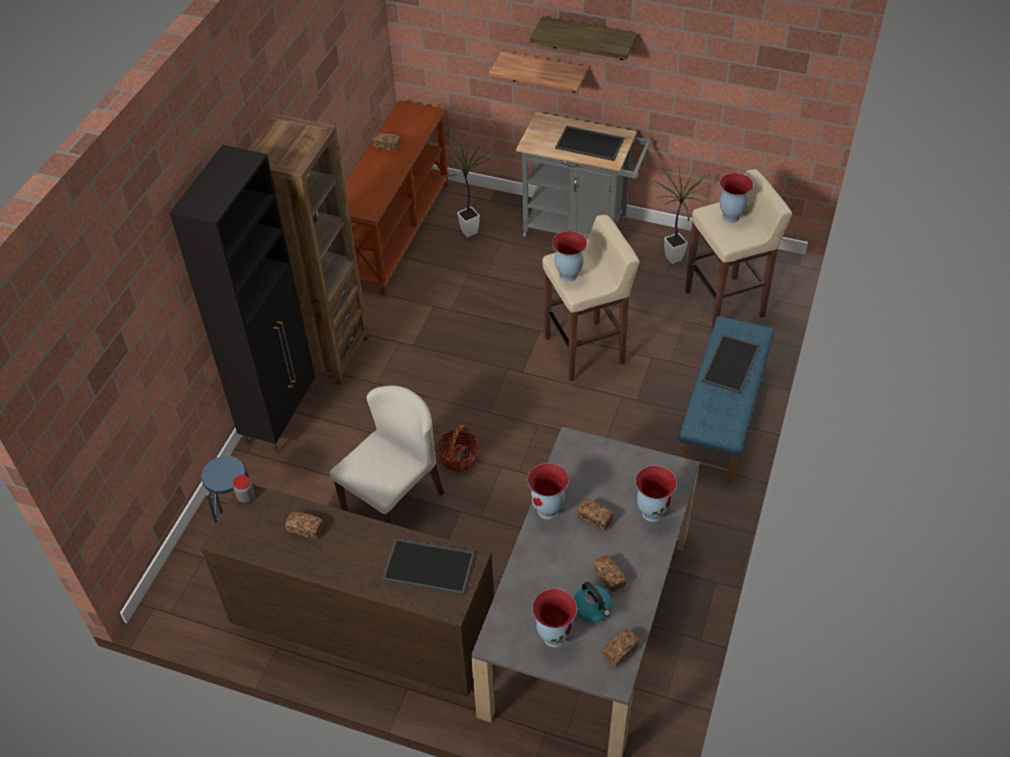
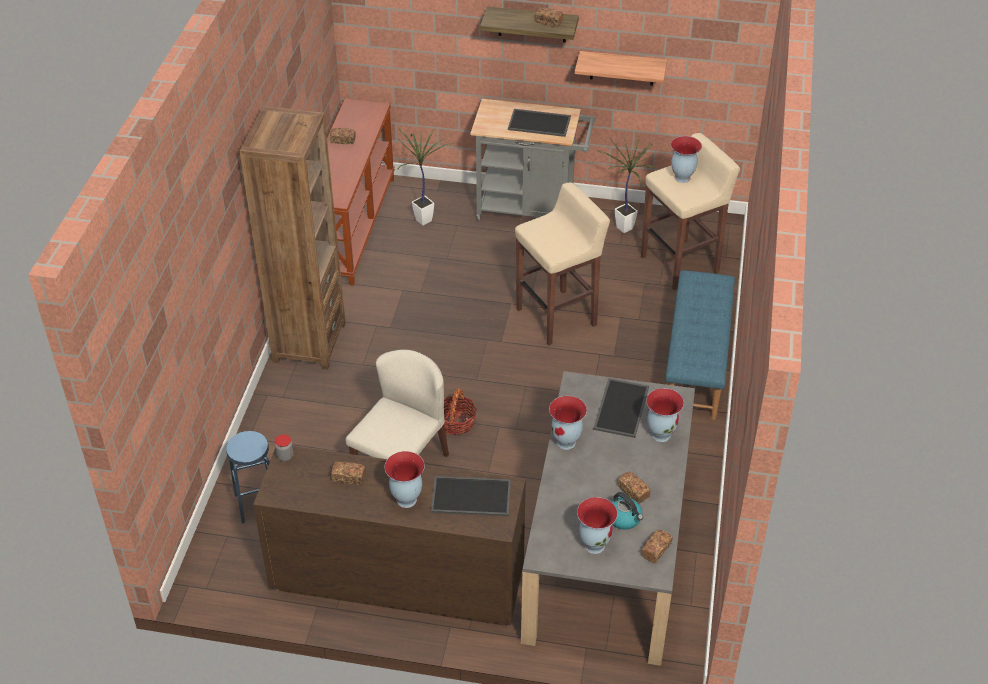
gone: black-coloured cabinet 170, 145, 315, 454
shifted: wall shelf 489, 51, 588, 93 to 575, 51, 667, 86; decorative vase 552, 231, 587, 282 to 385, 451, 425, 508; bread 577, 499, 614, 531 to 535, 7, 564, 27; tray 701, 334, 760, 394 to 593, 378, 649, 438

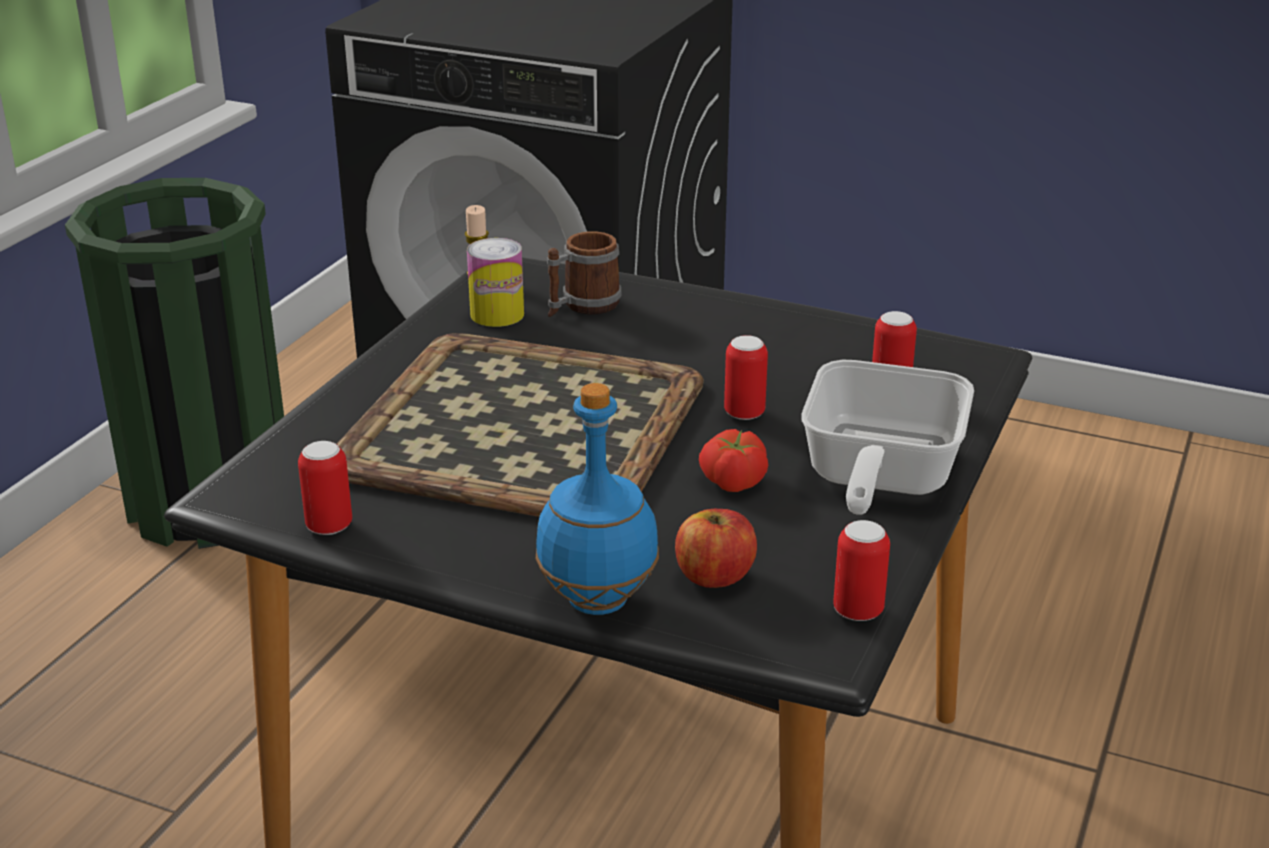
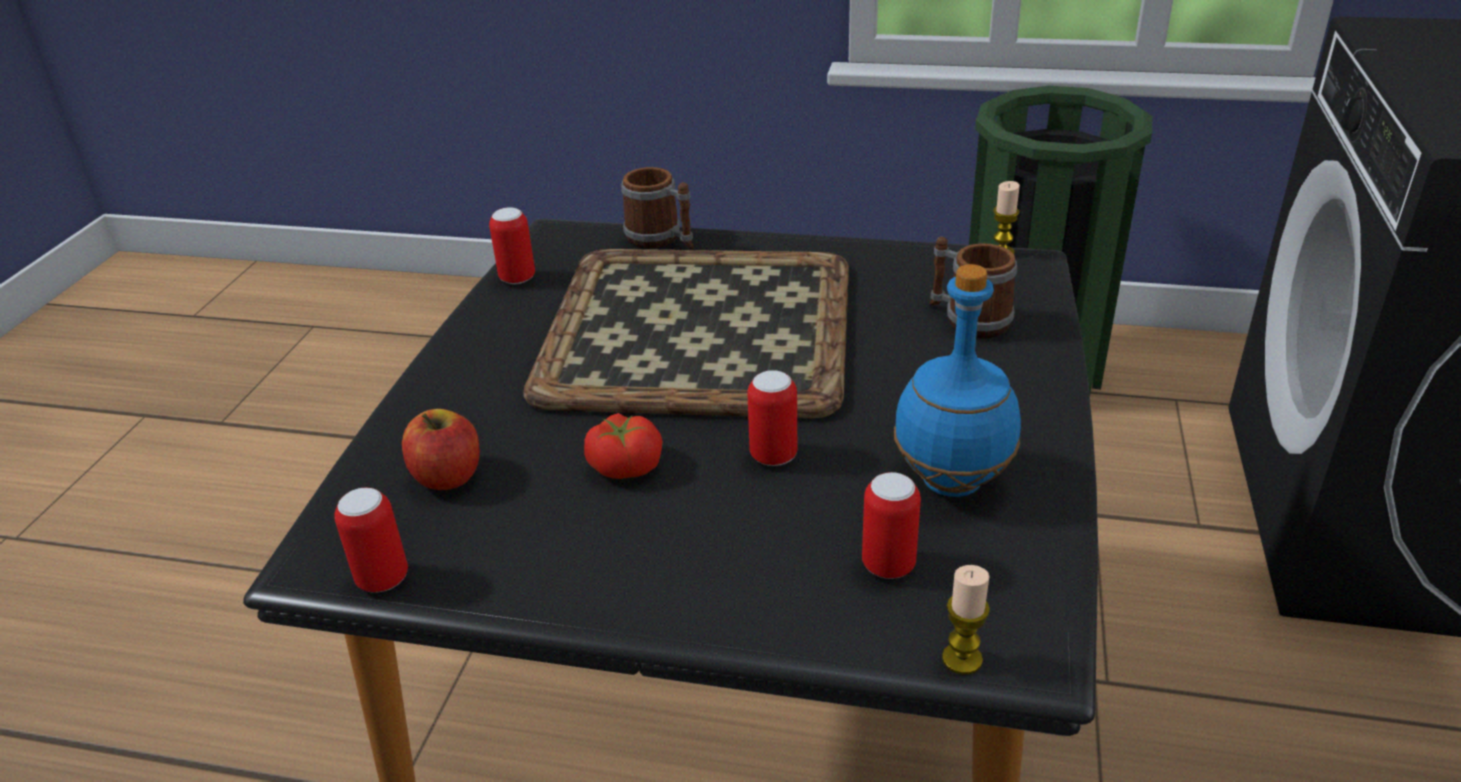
gone: can 467, 238, 524, 327; pan 801, 360, 974, 515
new: mug 621, 167, 694, 249; wax light 942, 565, 990, 675
shifted: bluish beverage bottle 535, 383, 659, 615 to 894, 264, 1021, 497

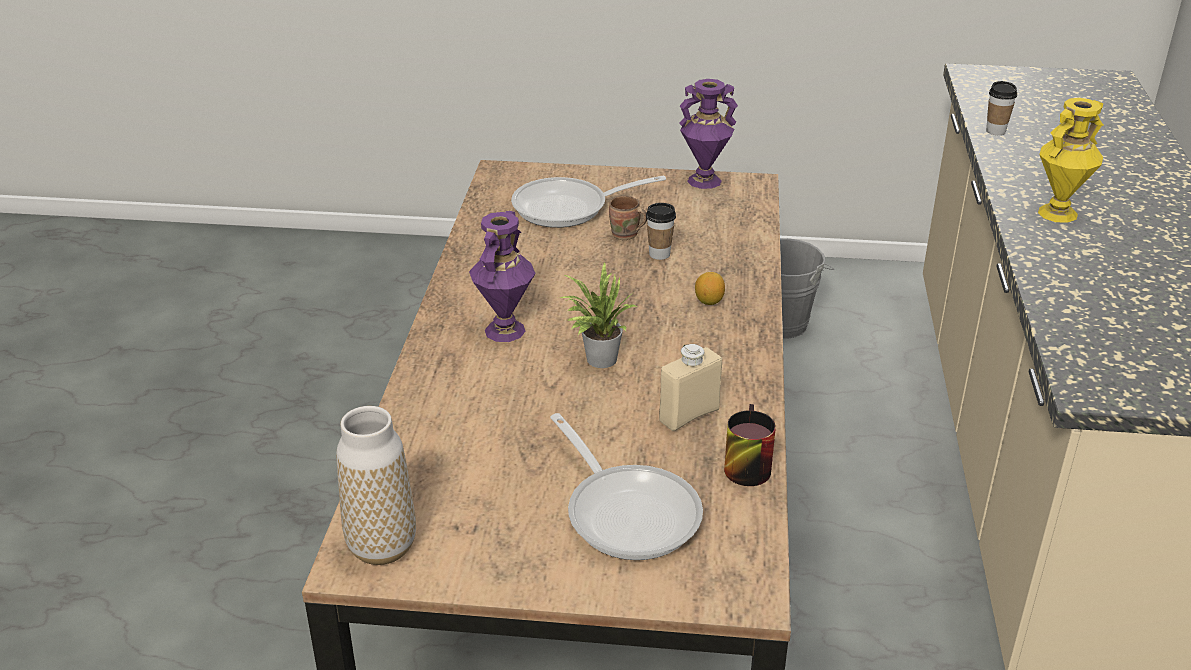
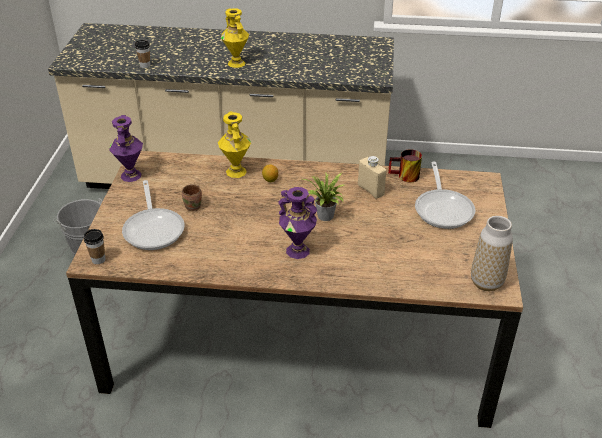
new: yellow-coloured decorative vase 218, 111, 251, 178
shifted: small cup 646, 203, 676, 260 to 84, 229, 106, 264
rotated: pan 550, 413, 703, 560 = 415, 162, 476, 229 120 degrees clockwise

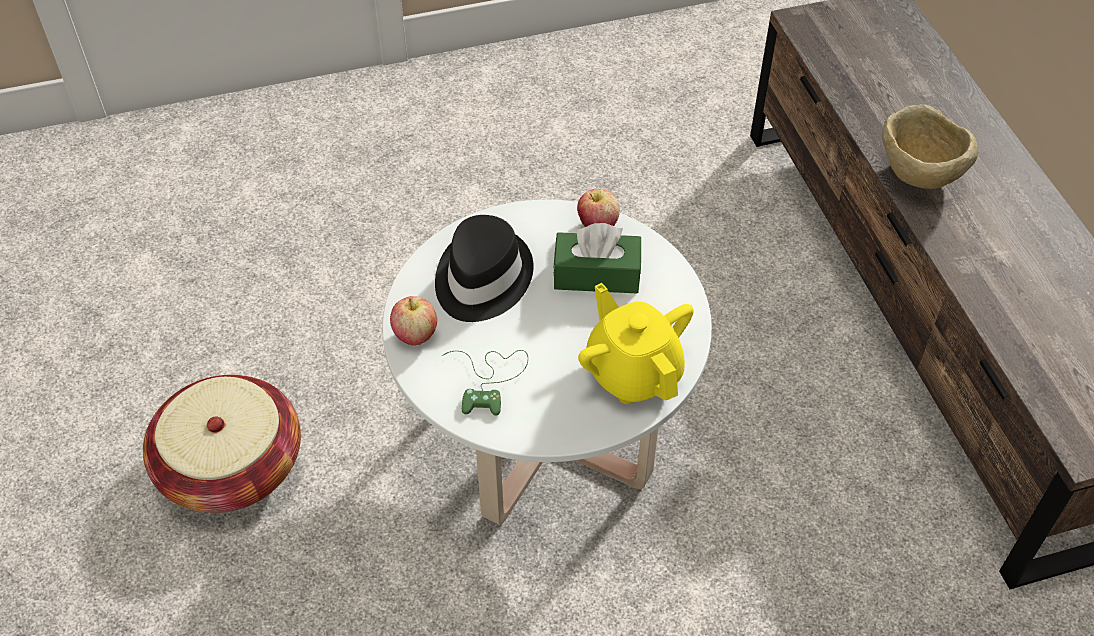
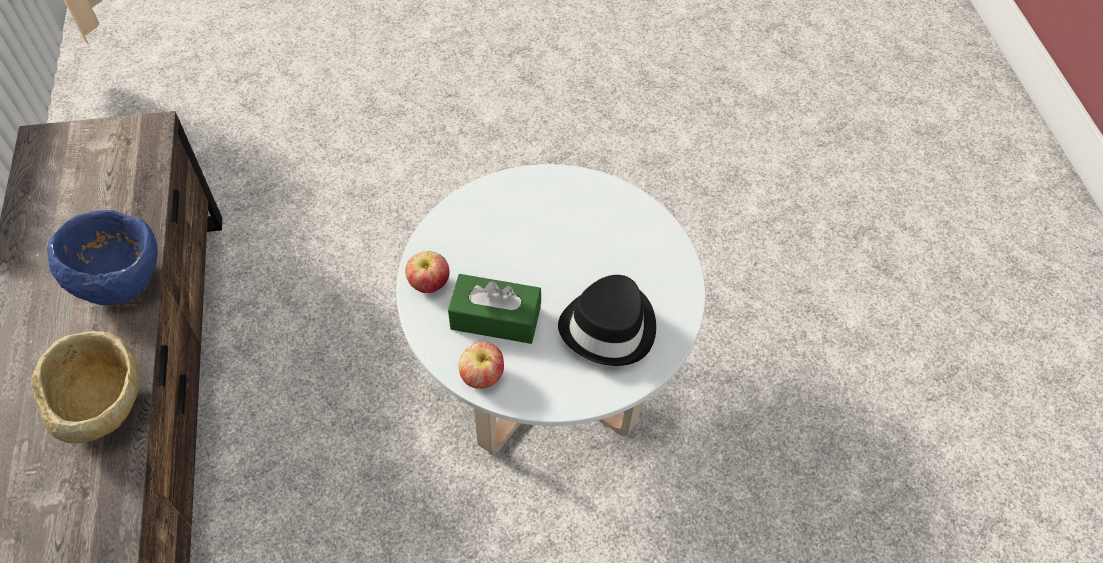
gone: household basket 143, 375, 301, 513; green-coloured game controller 442, 350, 528, 416; yellow-coloured tea pot 578, 283, 694, 404
new: bluish deep dish 47, 210, 158, 305
shifted: whole apple 390, 296, 437, 345 to 405, 251, 450, 293

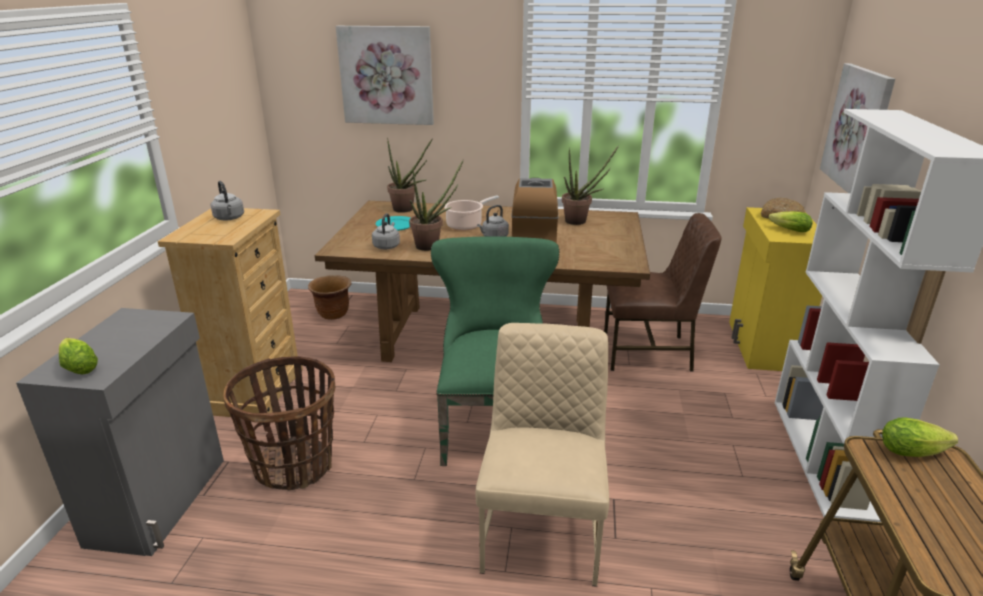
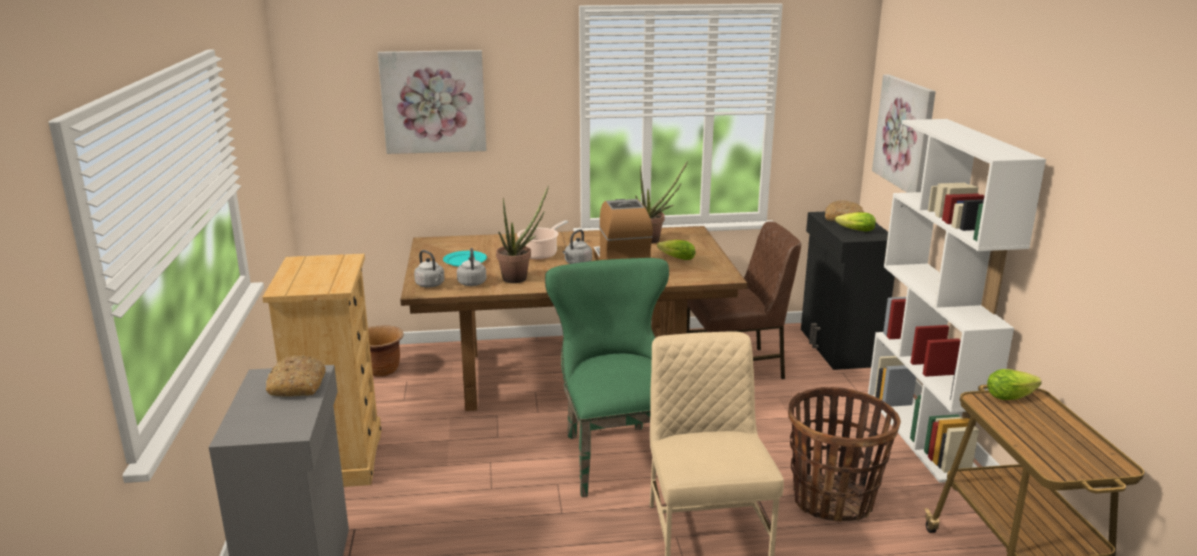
gone: potted plant 387, 138, 433, 213
new: bread 266, 355, 326, 397
shifted: head of lettuce 59, 338, 98, 374 to 657, 240, 696, 260; grey tea kettle 211, 181, 244, 220 to 414, 250, 445, 287; household basket 223, 356, 336, 491 to 788, 387, 901, 522
repainted: yellow-coloured cabinet 729, 207, 822, 371 to black-coloured cabinet 801, 212, 895, 370

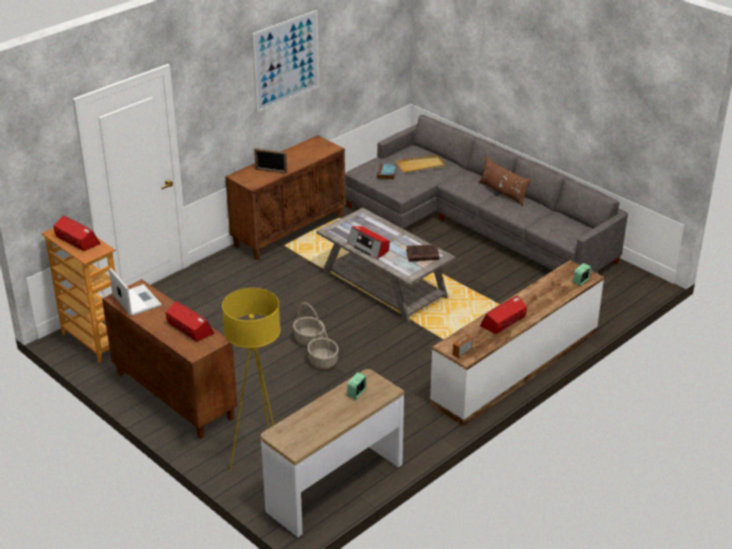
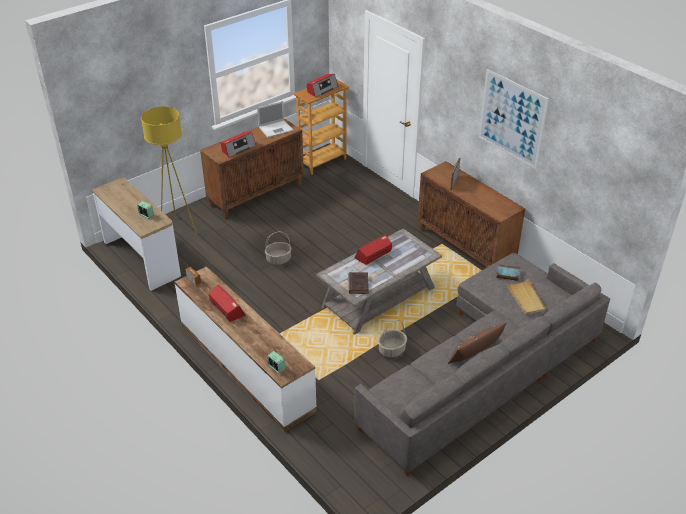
shifted: household basket 293, 302, 325, 347 to 378, 320, 407, 357

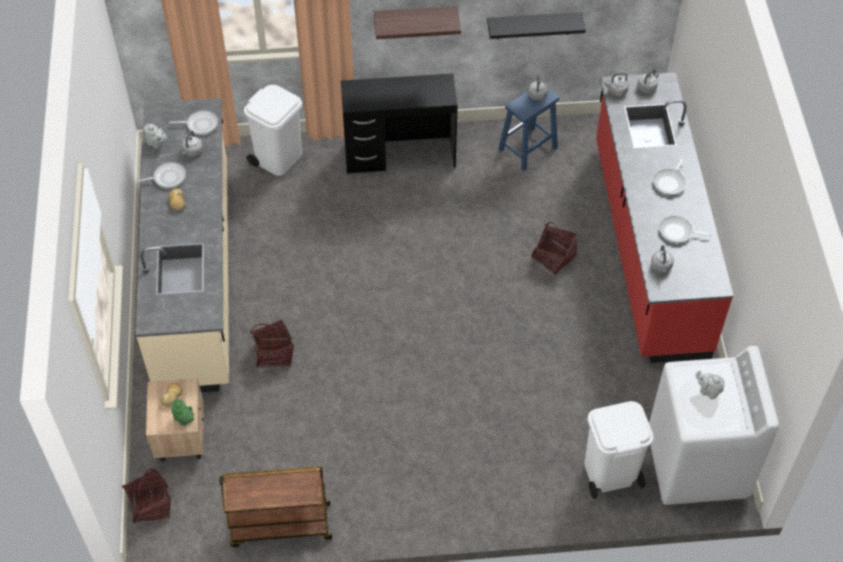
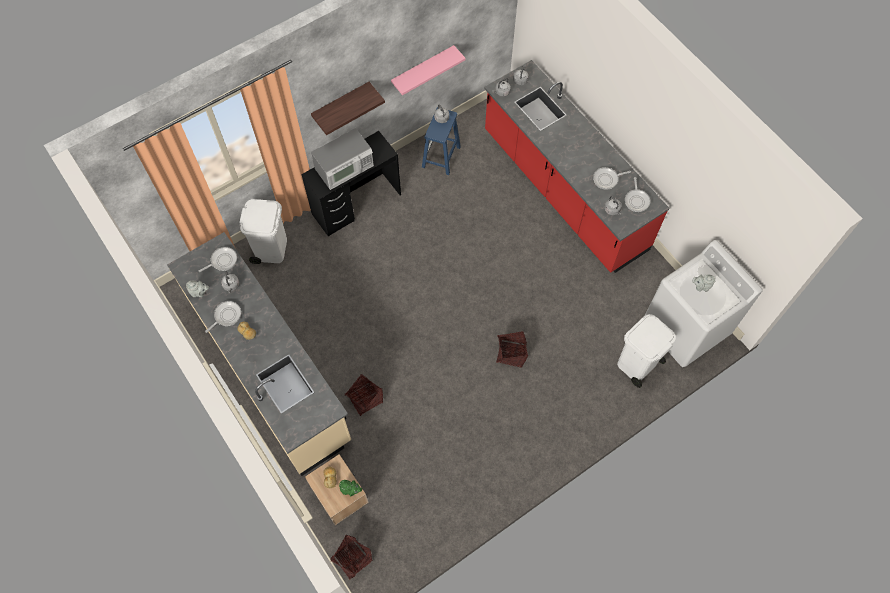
gone: brownish cart 219, 466, 332, 548
new: kitchen microwave 311, 128, 374, 190
shifted: household basket 532, 222, 577, 275 to 496, 331, 528, 368; pan 653, 158, 686, 196 to 625, 177, 650, 212
repainted: black-coloured wall shelf 487, 12, 586, 39 to pink wall shelf 391, 45, 465, 95

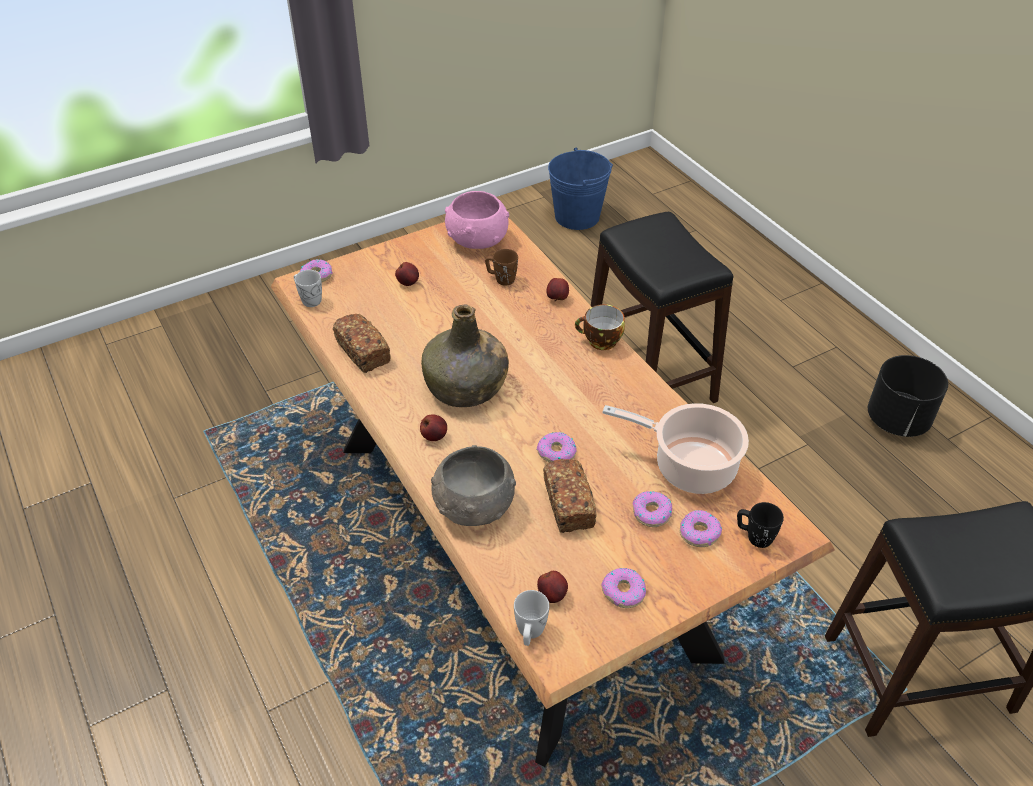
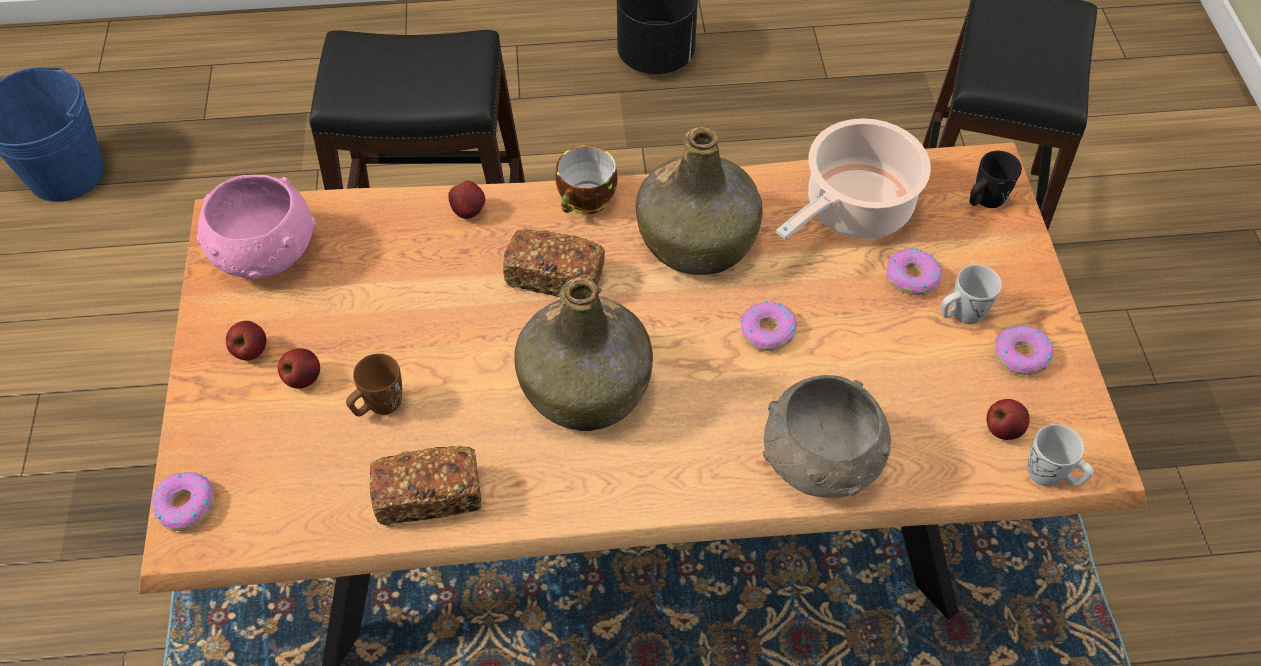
gone: doughnut 680, 510, 722, 547
new: green-coloured beverage bottle 636, 126, 763, 275
shifted: whitish mug 294, 270, 322, 307 to 941, 265, 1002, 324; whole apple 420, 414, 447, 441 to 226, 321, 266, 361; brownish mug 485, 249, 518, 286 to 346, 353, 402, 417; bread 543, 459, 597, 533 to 503, 229, 605, 297

